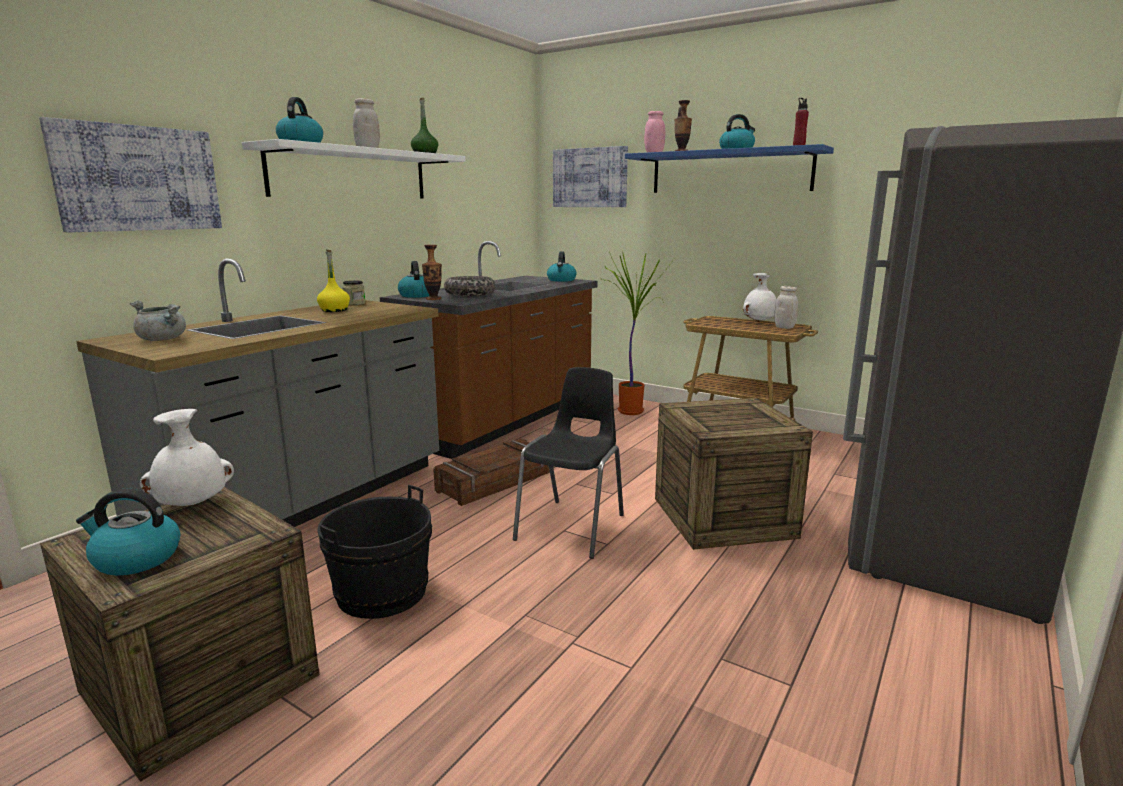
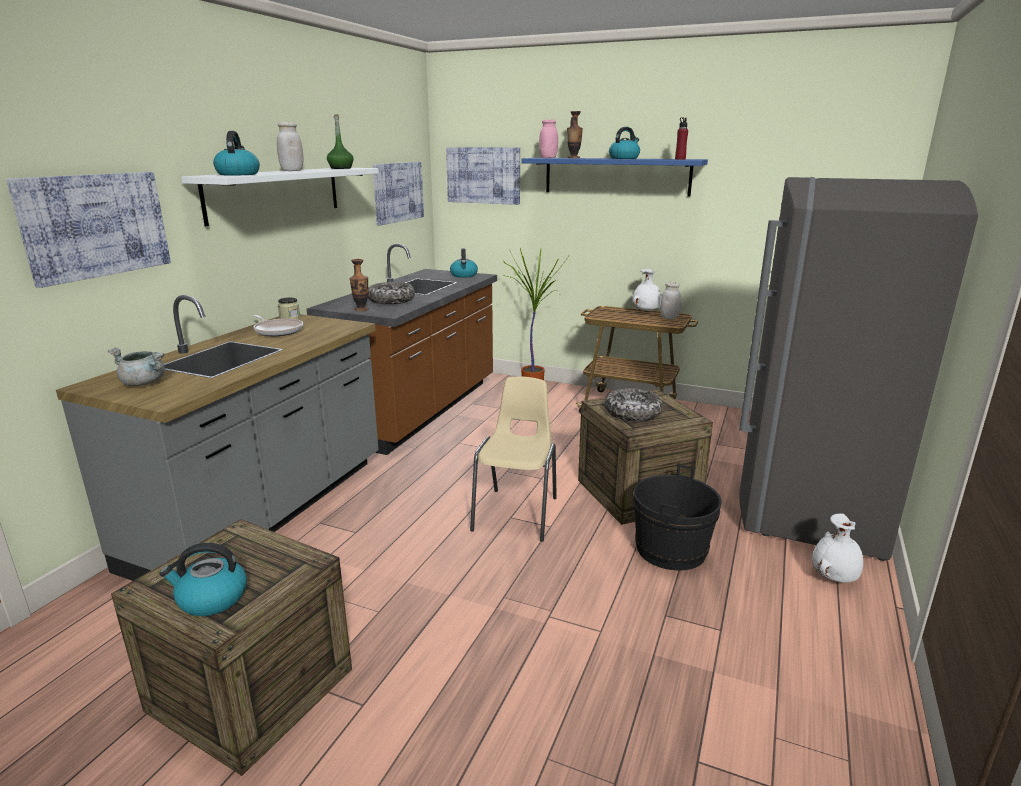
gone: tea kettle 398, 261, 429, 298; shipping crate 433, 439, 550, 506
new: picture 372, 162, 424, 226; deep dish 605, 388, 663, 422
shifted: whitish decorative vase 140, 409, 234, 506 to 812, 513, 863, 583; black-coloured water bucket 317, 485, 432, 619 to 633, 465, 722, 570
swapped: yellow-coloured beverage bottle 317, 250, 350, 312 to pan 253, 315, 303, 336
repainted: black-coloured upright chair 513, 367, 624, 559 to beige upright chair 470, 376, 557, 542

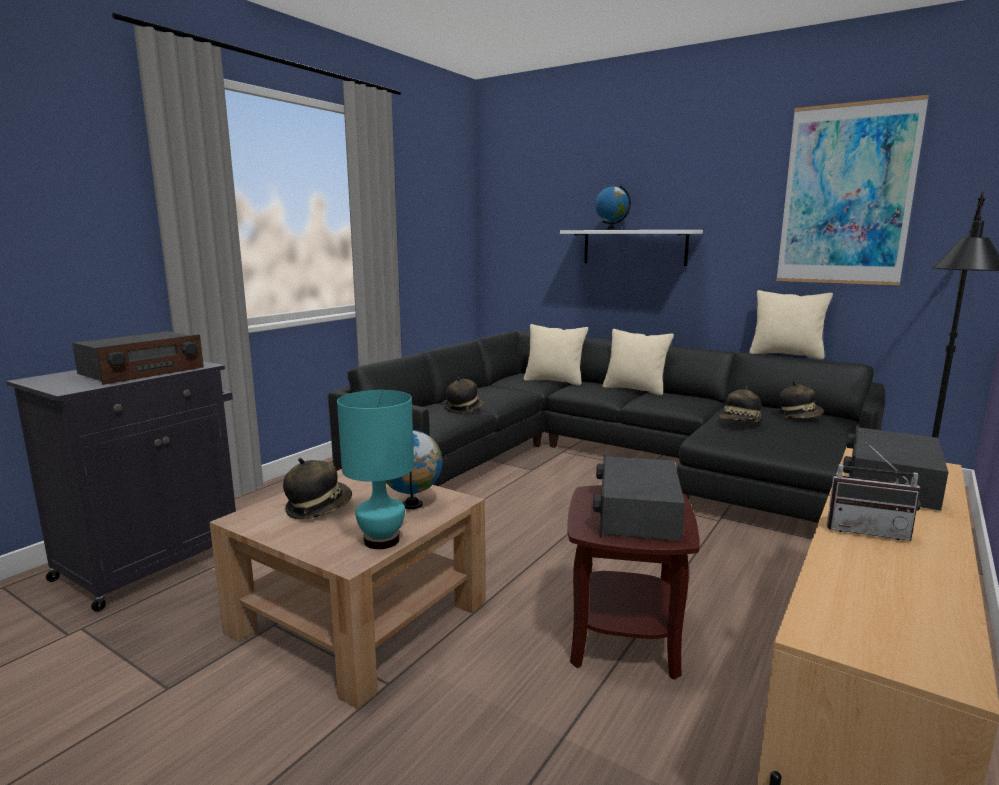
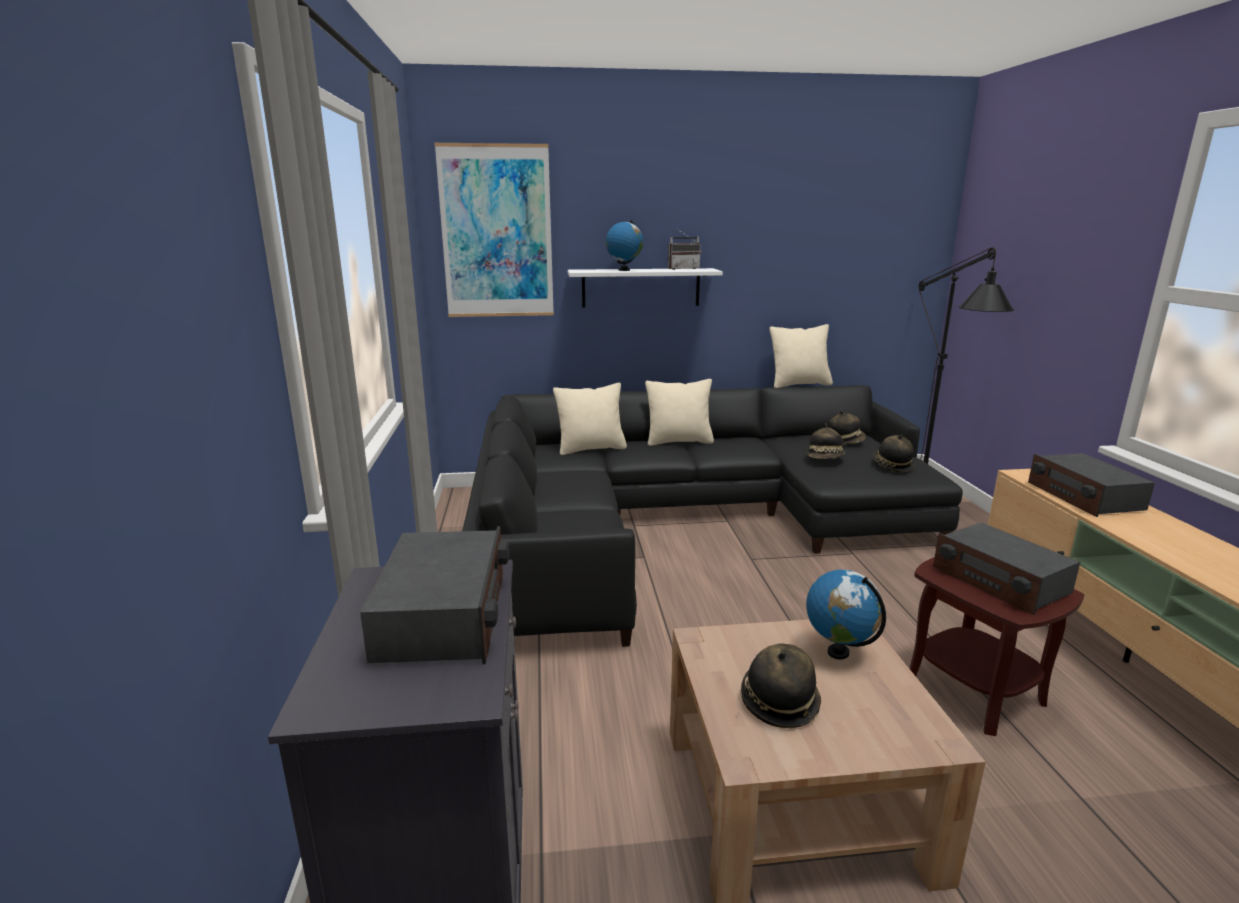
gone: turquoise table lamp 337, 390, 414, 549
shifted: wearable hat 444, 377, 483, 413 to 873, 435, 914, 472; picture 776, 95, 929, 285 to 434, 143, 554, 317; radio 826, 442, 920, 541 to 668, 228, 701, 270

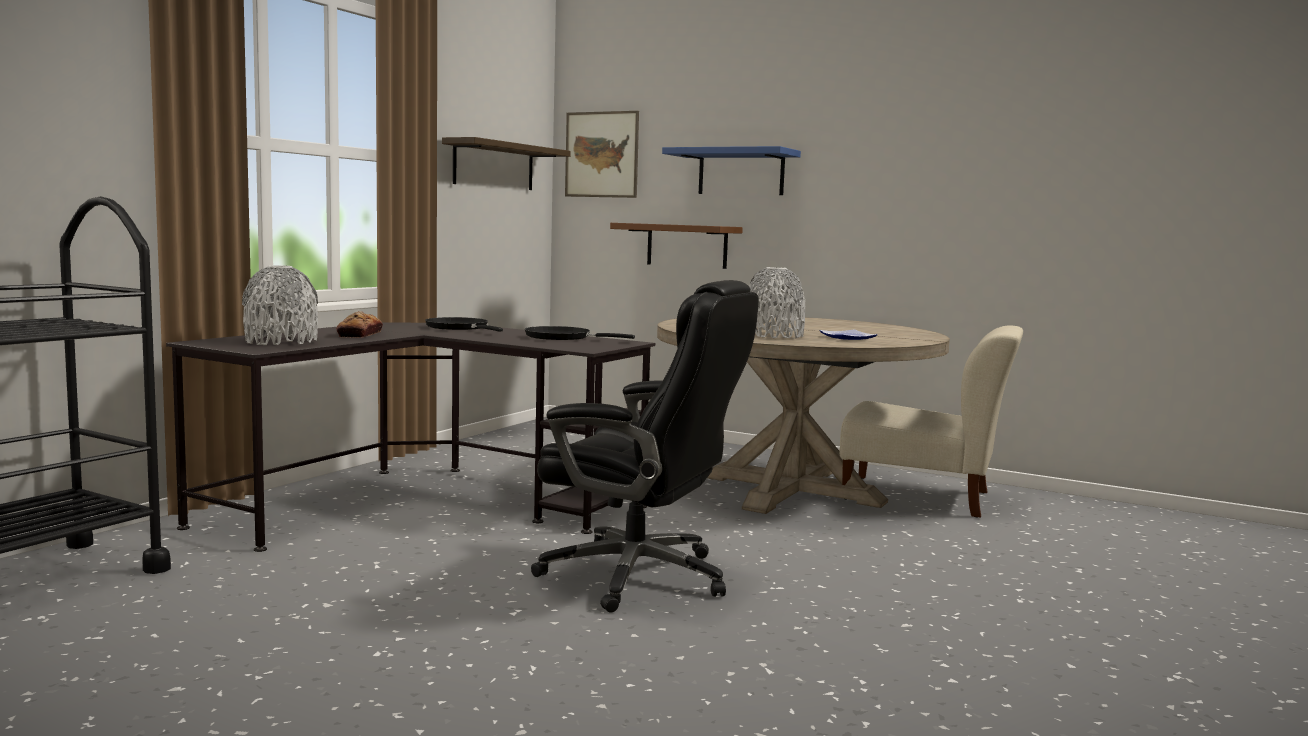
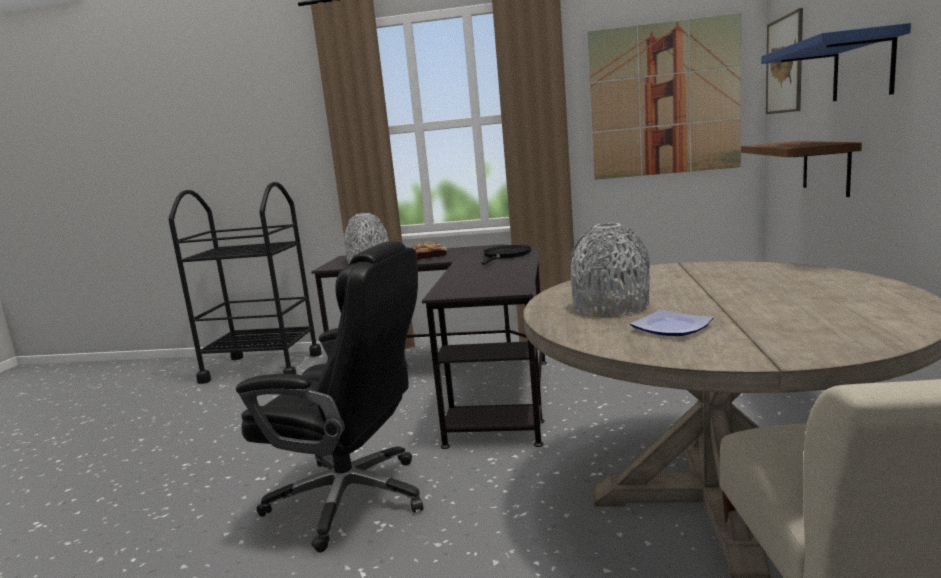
gone: black-coloured pan 525, 326, 635, 340
swapped: wall shelf 442, 137, 571, 190 to picture 588, 13, 742, 180
rotated: black-coloured desk chair 531, 280, 759, 613 = 236, 241, 423, 553 75 degrees counterclockwise

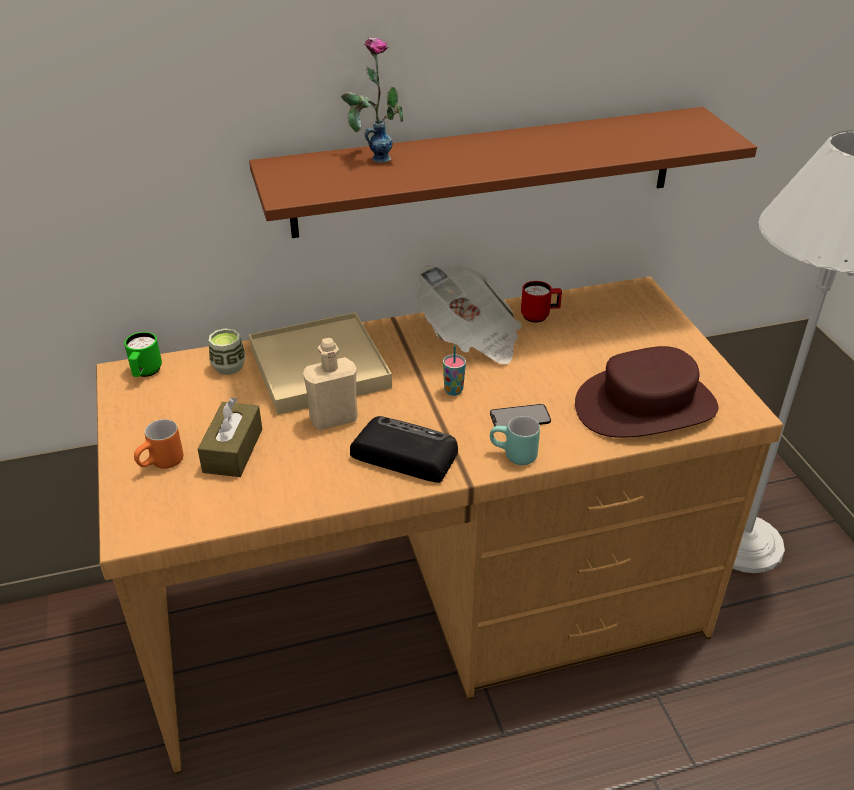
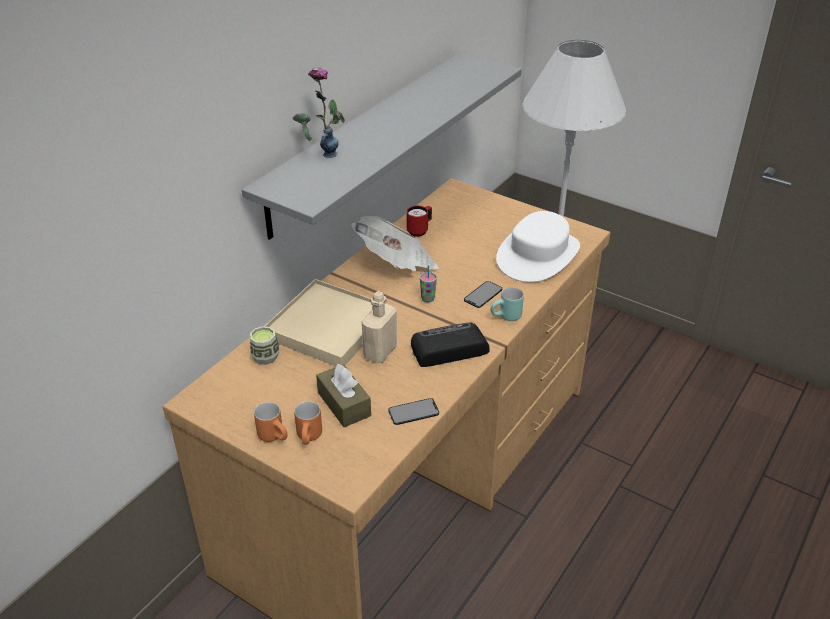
gone: green-coloured mug 124, 332, 162, 377
new: orange-coloured mug 254, 402, 288, 442; handset 388, 398, 439, 425
repainted: brownish wall shelf 249, 107, 757, 238 to grey wall shelf 242, 53, 522, 240; brownish wearable hat 575, 346, 719, 438 to whitish wearable hat 496, 211, 580, 283

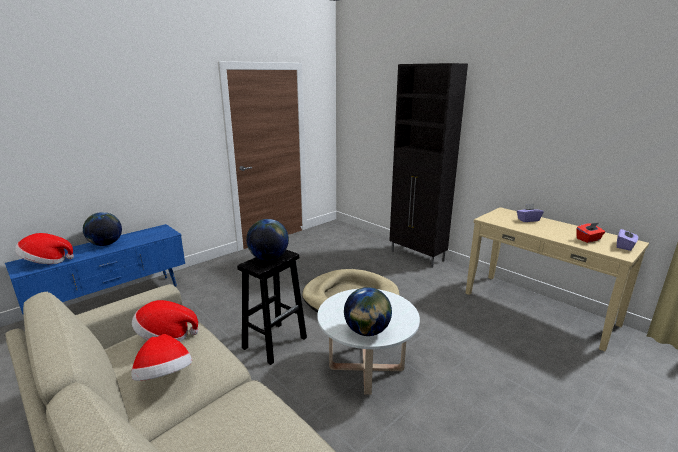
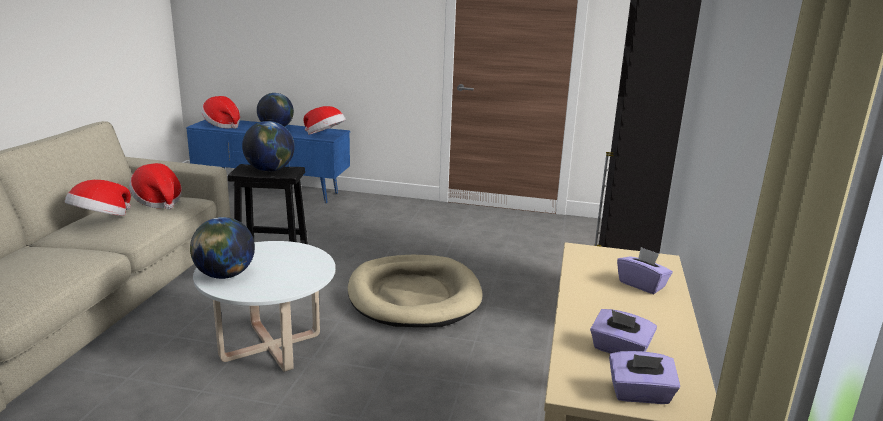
new: wearable hat 304, 106, 346, 135
repainted: red tissue box 576, 223, 605, 243 to purple-coloured tissue box 590, 309, 657, 354

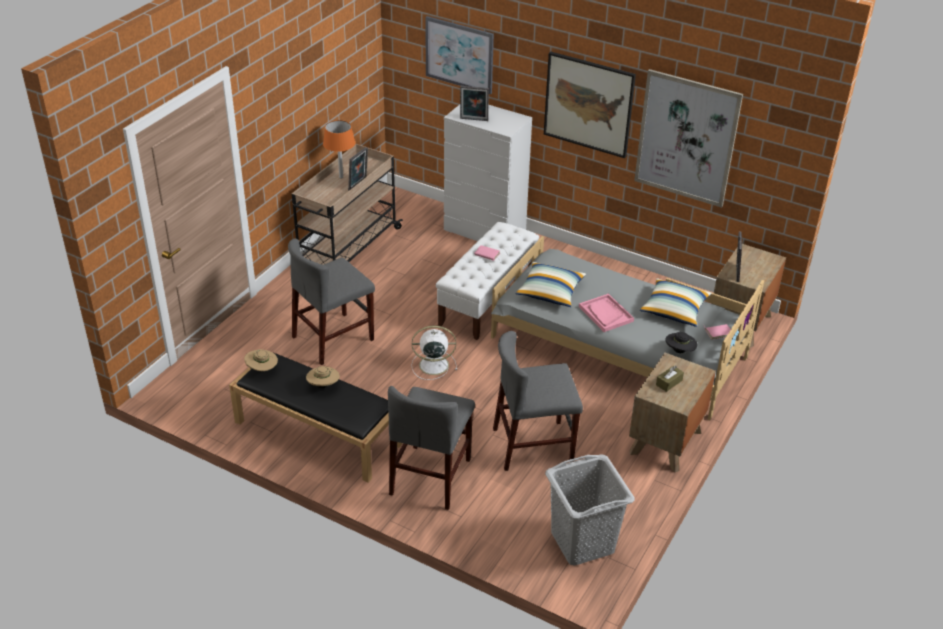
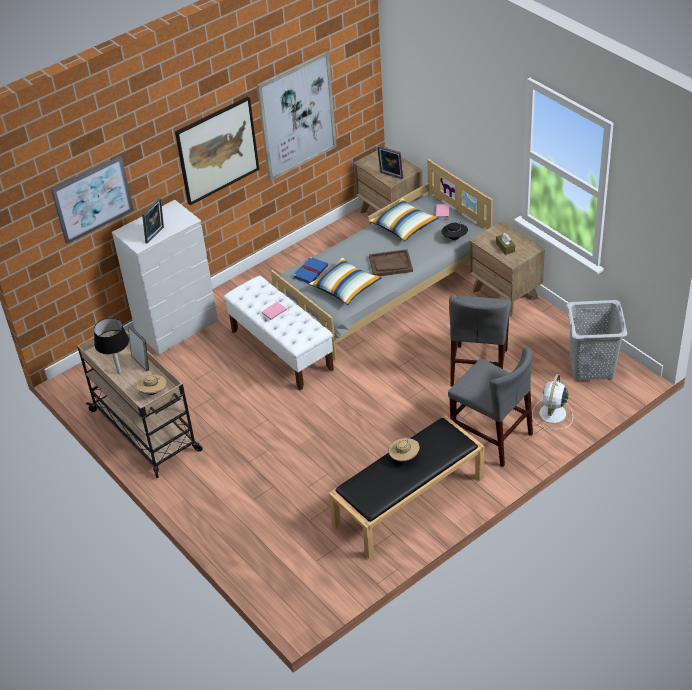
gone: grey upright chair 288, 239, 375, 365
new: bluish book 293, 257, 329, 284
shifted: beige wearable hat 244, 349, 278, 372 to 136, 374, 167, 395; whitish cooling fan 411, 326, 457, 380 to 532, 374, 573, 430
repainted: orange-coloured table lamp 323, 120, 355, 178 to black-coloured table lamp 94, 318, 129, 374; pink tray 579, 293, 634, 332 to brownish tray 369, 249, 413, 276

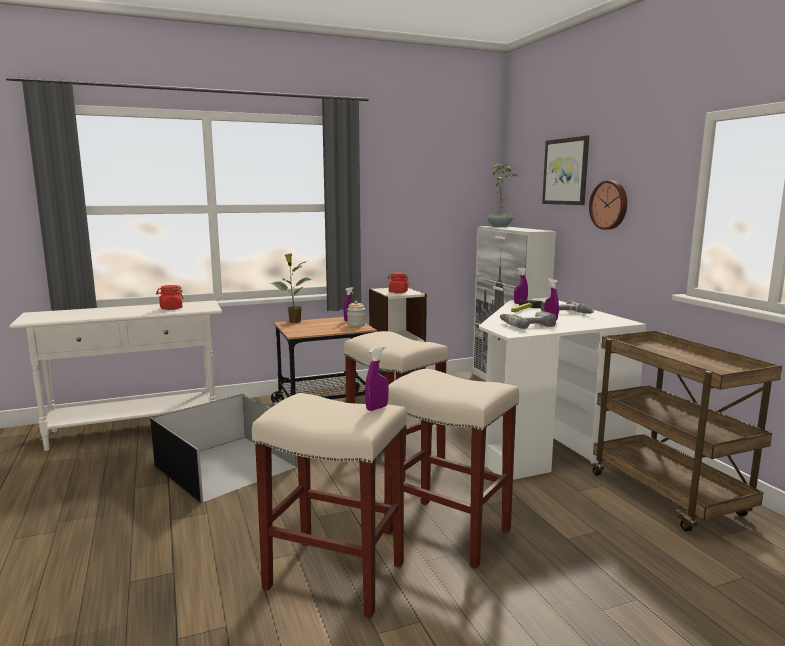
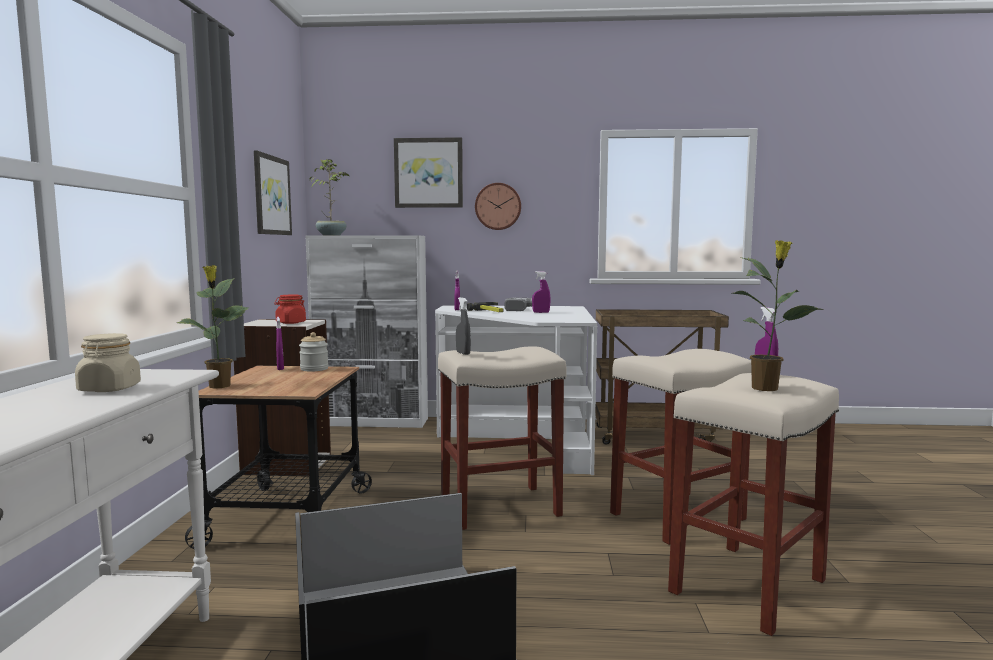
gone: electric drill 500, 311, 556, 329
new: picture 254, 150, 292, 235; grey spray bottle 456, 297, 471, 355; potted plant 732, 240, 824, 391
repainted: red jar 156, 285, 184, 310 to beige jar 75, 333, 141, 392

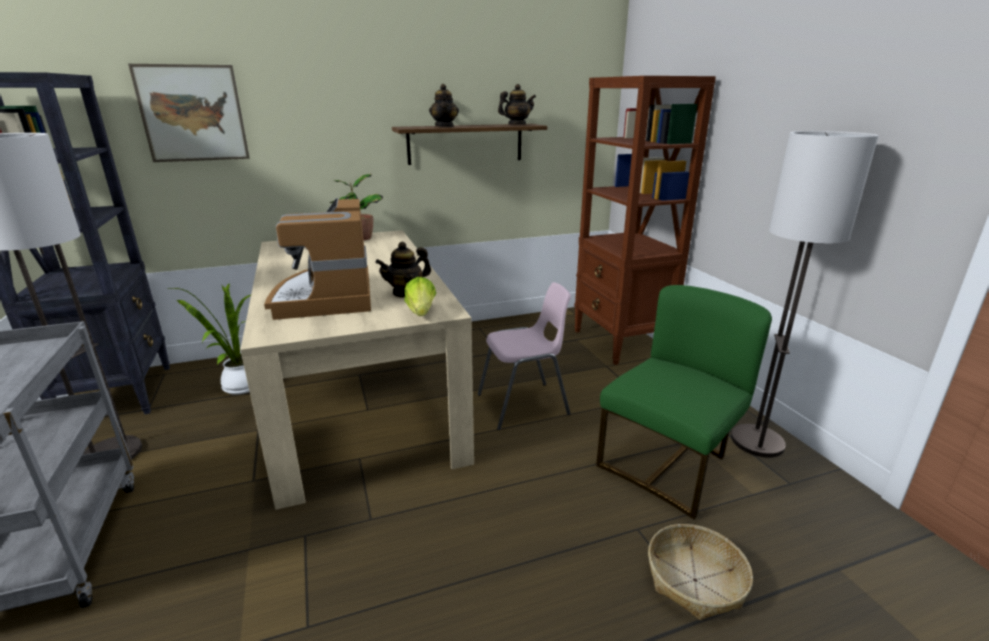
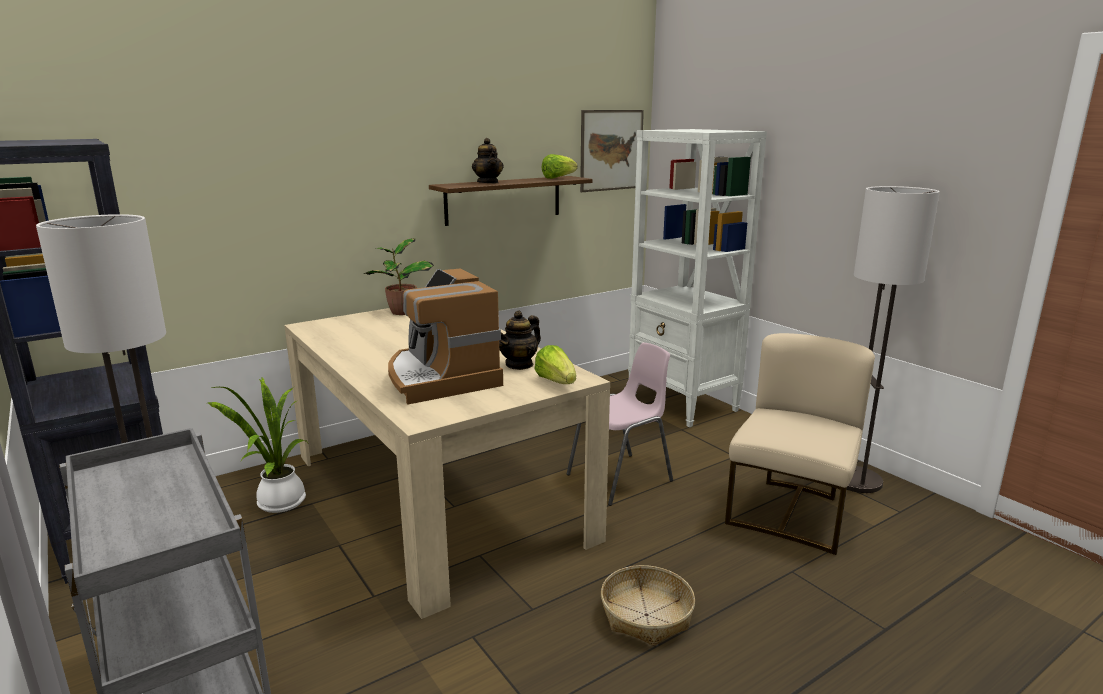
shifted: picture 128, 64, 250, 162 to 580, 110, 644, 192; household basket 648, 524, 753, 620 to 601, 565, 695, 646
swapped: tea pot 498, 84, 536, 124 to head of lettuce 541, 154, 578, 179
repainted: brownish shelving unit 574, 76, 716, 365 to whitish shelving unit 628, 129, 767, 427; green-coloured upright chair 596, 285, 772, 520 to beige upright chair 725, 333, 875, 555

